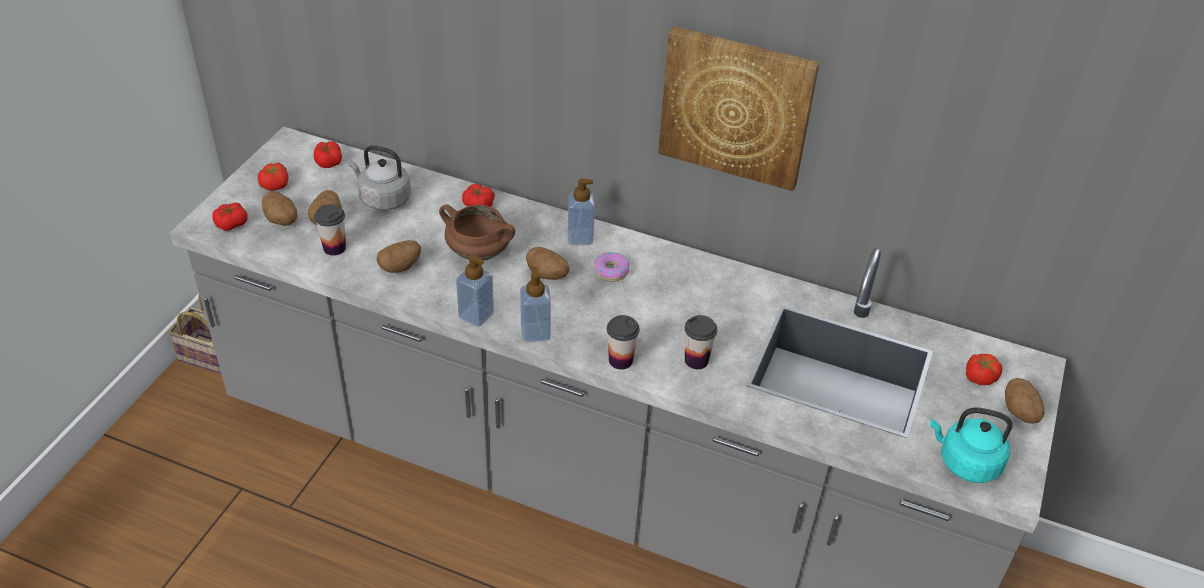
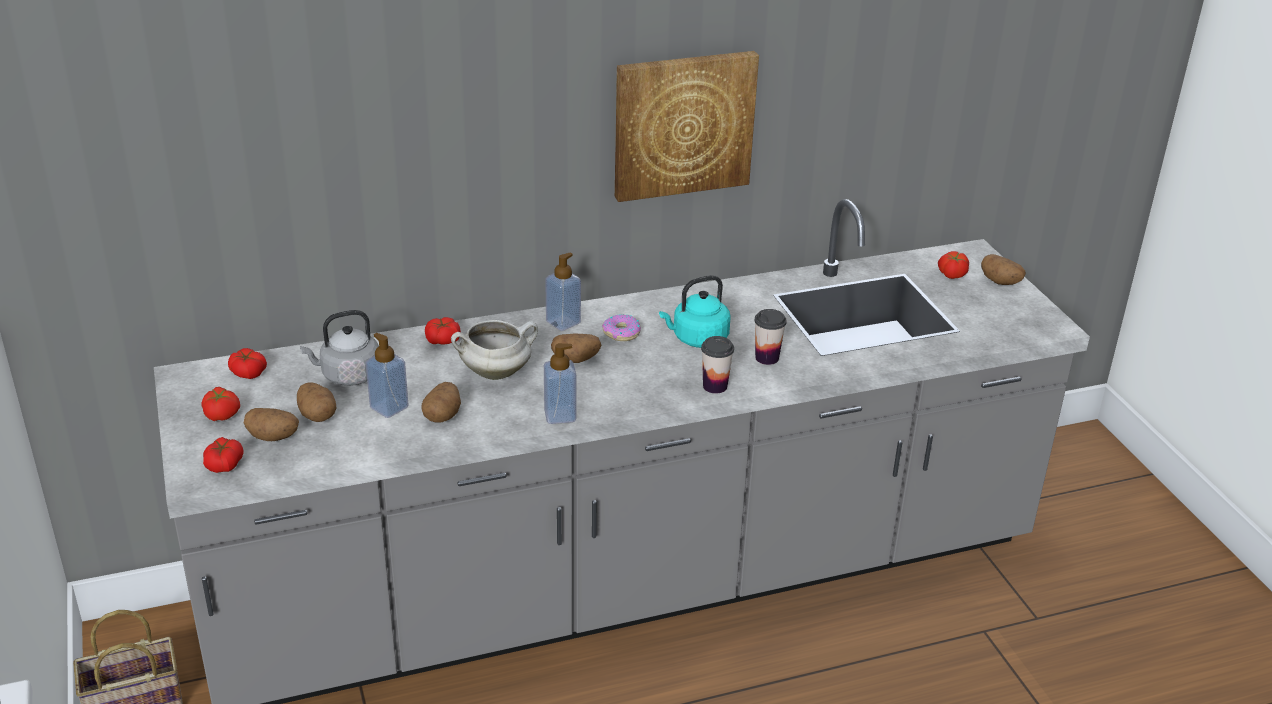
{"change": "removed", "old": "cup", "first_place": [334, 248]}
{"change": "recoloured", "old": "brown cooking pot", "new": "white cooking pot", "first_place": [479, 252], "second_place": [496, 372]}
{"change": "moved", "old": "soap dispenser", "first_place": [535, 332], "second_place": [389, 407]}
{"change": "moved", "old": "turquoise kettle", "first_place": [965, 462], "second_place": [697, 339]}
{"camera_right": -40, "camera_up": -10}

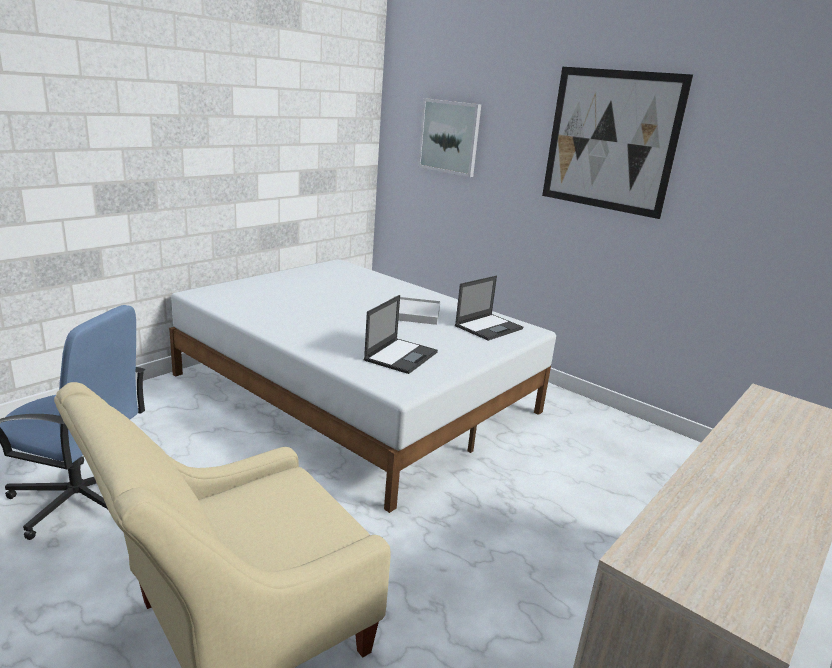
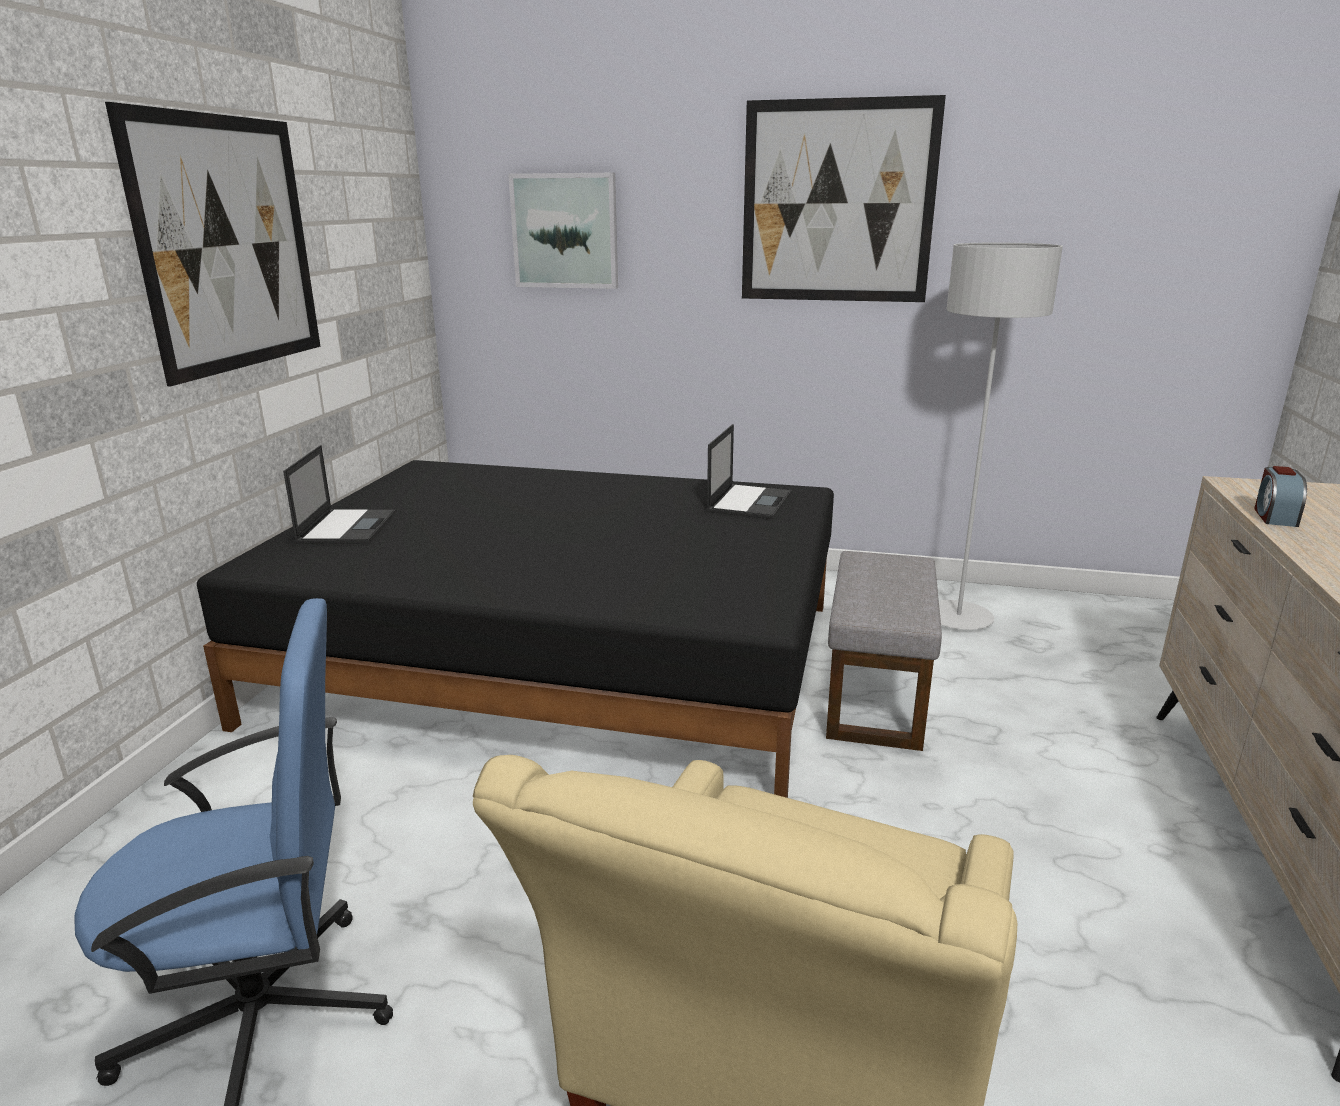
{"change": "recoloured", "old": "white bed", "new": "black bed", "first_place": [356, 393], "second_place": [561, 660]}
{"change": "moved", "old": "laptop", "first_place": [401, 356], "second_place": [348, 527]}
{"change": "removed", "old": "white tray", "first_place": [414, 313]}
{"change": "added", "new": "picture", "second_place": [229, 245]}
{"change": "added", "new": "grey ottoman", "second_place": [874, 696]}
{"change": "added", "new": "grey floor lamp", "second_place": [958, 618]}
{"change": "added", "new": "alarm clock", "second_place": [1274, 517]}
{"camera_right": -25, "camera_up": 0}

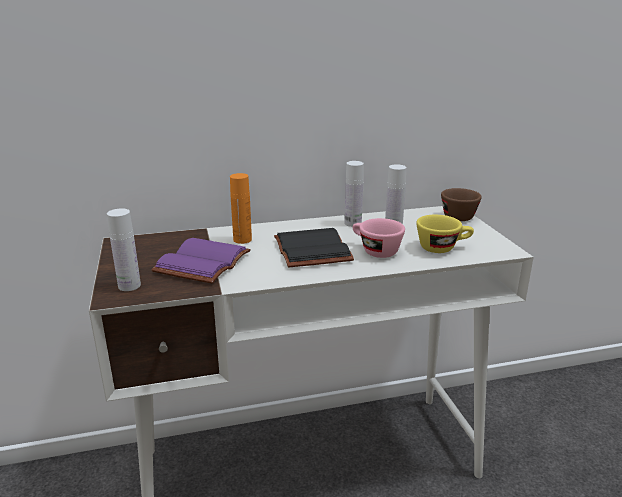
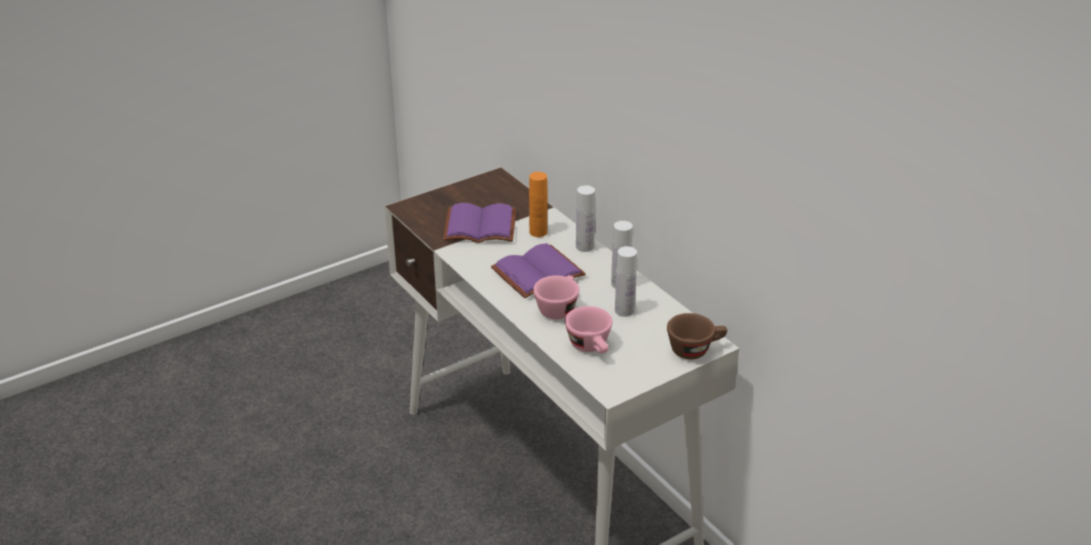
{"change": "moved", "old": "white bottle", "first_place": [129, 286], "second_place": [584, 246]}
{"change": "recoloured", "old": "black book", "new": "purple book", "first_place": [309, 250], "second_place": [538, 272]}
{"change": "recoloured", "old": "yellow cup", "new": "pink cup", "first_place": [443, 248], "second_place": [591, 347]}
{"camera_right": 70, "camera_up": 10}

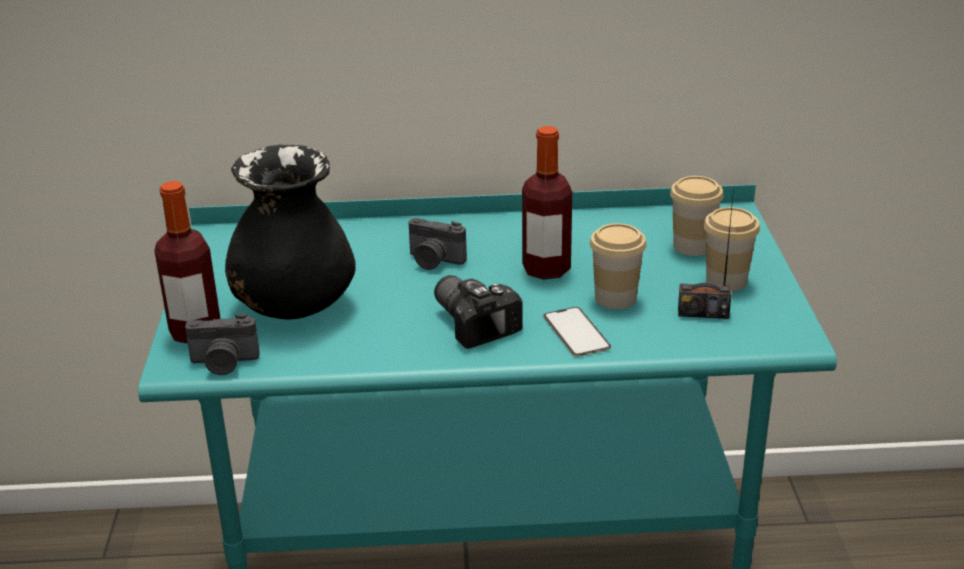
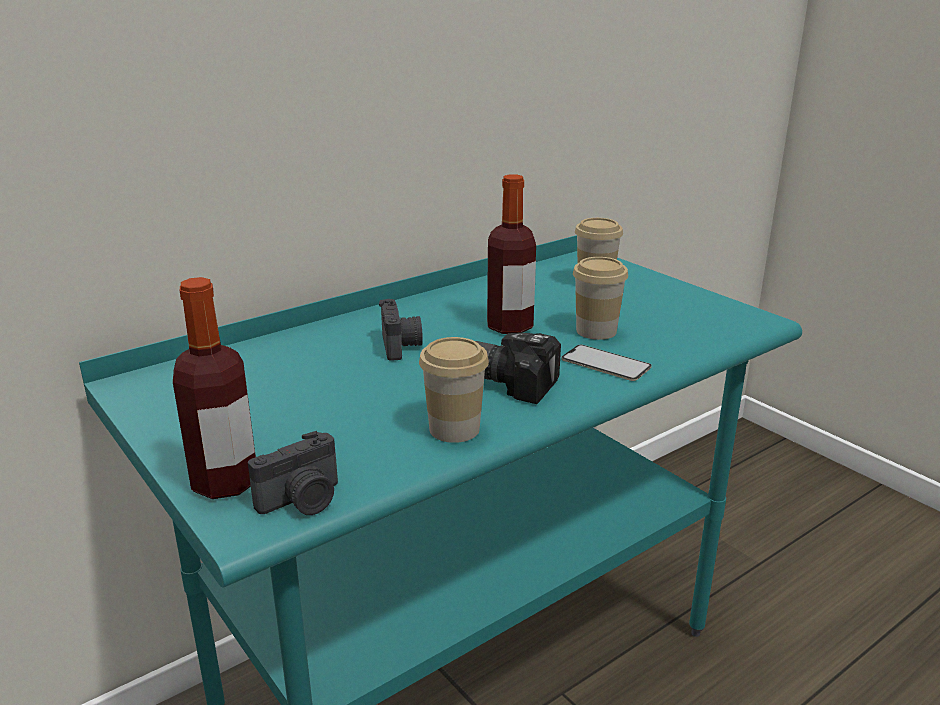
{"change": "removed", "old": "black vase", "first_place": [294, 306]}
{"change": "turned", "old": "photo camera", "first_place": [434, 261], "second_place": [401, 346], "degrees": -90}
{"change": "removed", "old": "radio", "first_place": [703, 312]}
{"change": "moved", "old": "cup", "first_place": [726, 280], "second_place": [454, 429]}
{"camera_right": -35, "camera_up": -5}

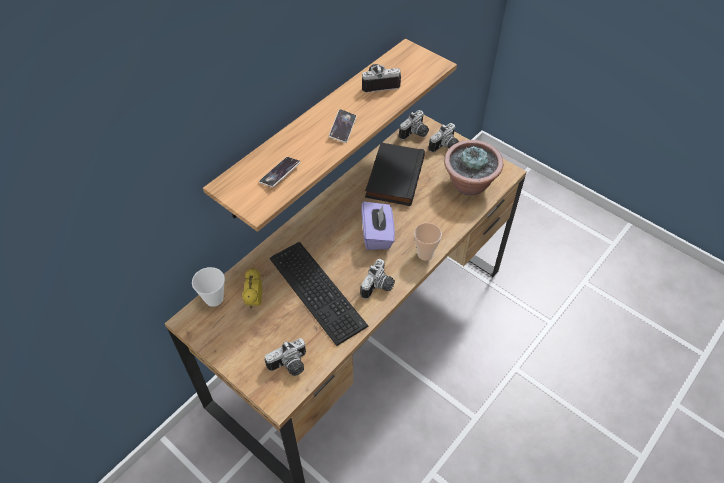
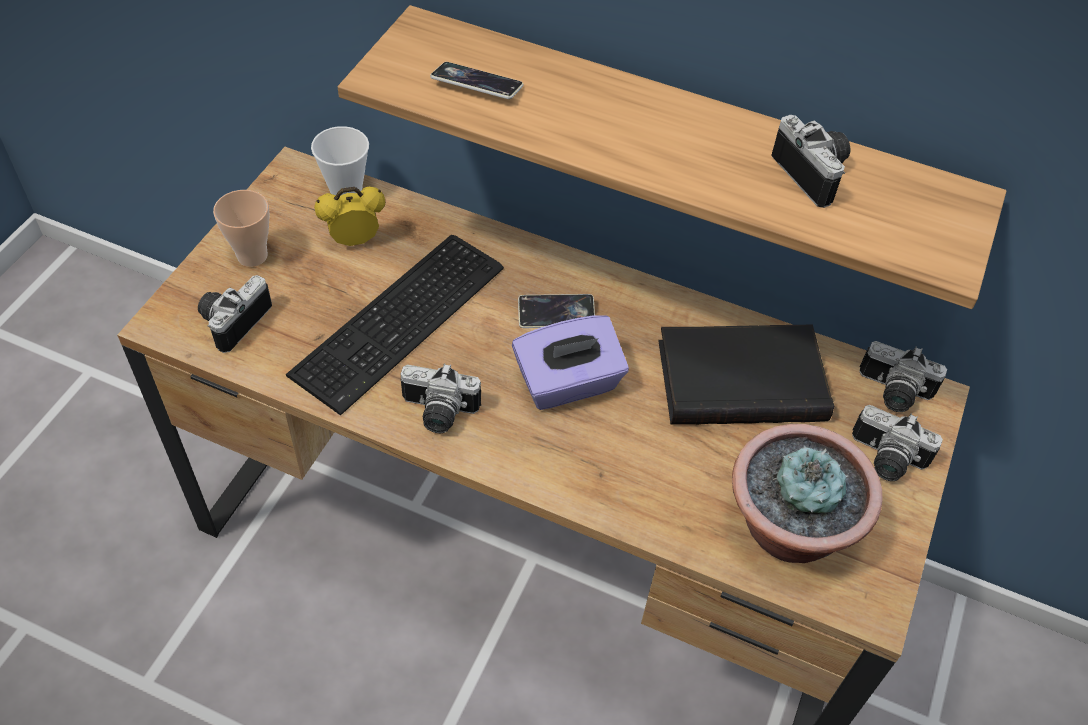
{"change": "turned", "old": "photo camera", "first_place": [290, 366], "second_place": [232, 320], "degrees": 75}
{"change": "moved", "old": "phone", "first_place": [342, 128], "second_place": [556, 314]}
{"change": "moved", "old": "cup", "first_place": [425, 254], "second_place": [252, 256]}
{"camera_right": 70, "camera_up": 0}

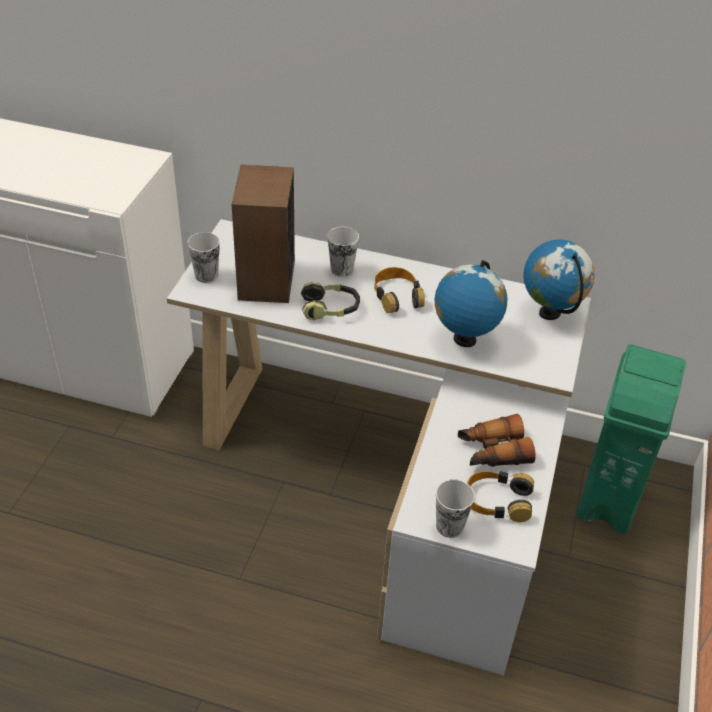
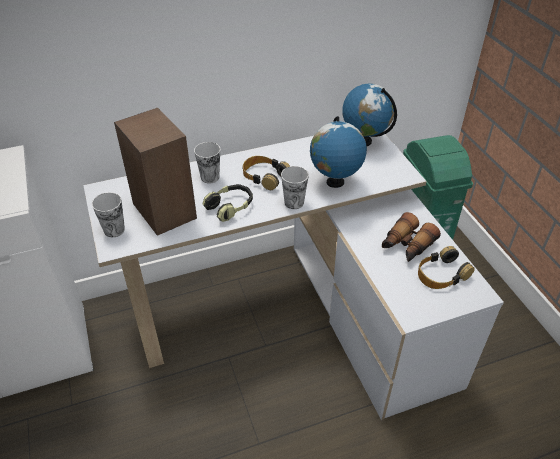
{"change": "moved", "old": "cup", "first_place": [449, 526], "second_place": [294, 202]}
{"camera_right": -35, "camera_up": 0}

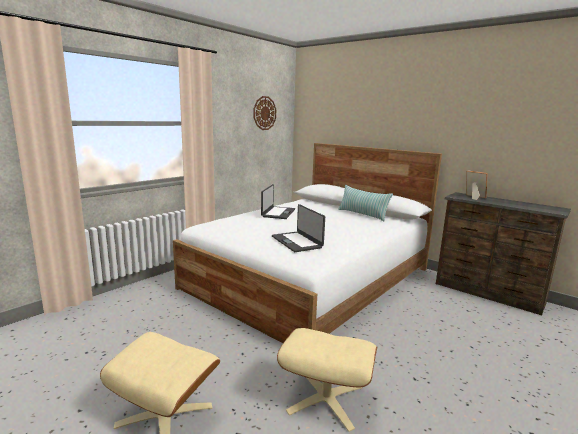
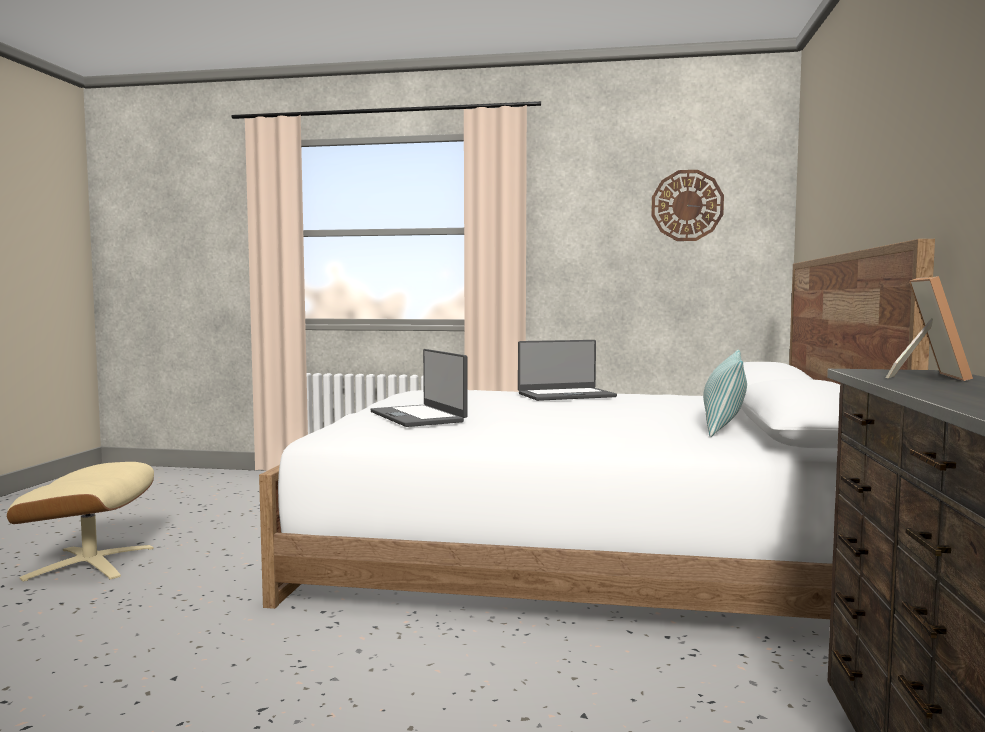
{"change": "turned", "old": "laptop", "first_place": [297, 242], "second_place": [418, 417], "degrees": -60}
{"change": "removed", "old": "beige ottoman", "first_place": [325, 399]}
{"camera_right": 60, "camera_up": -10}

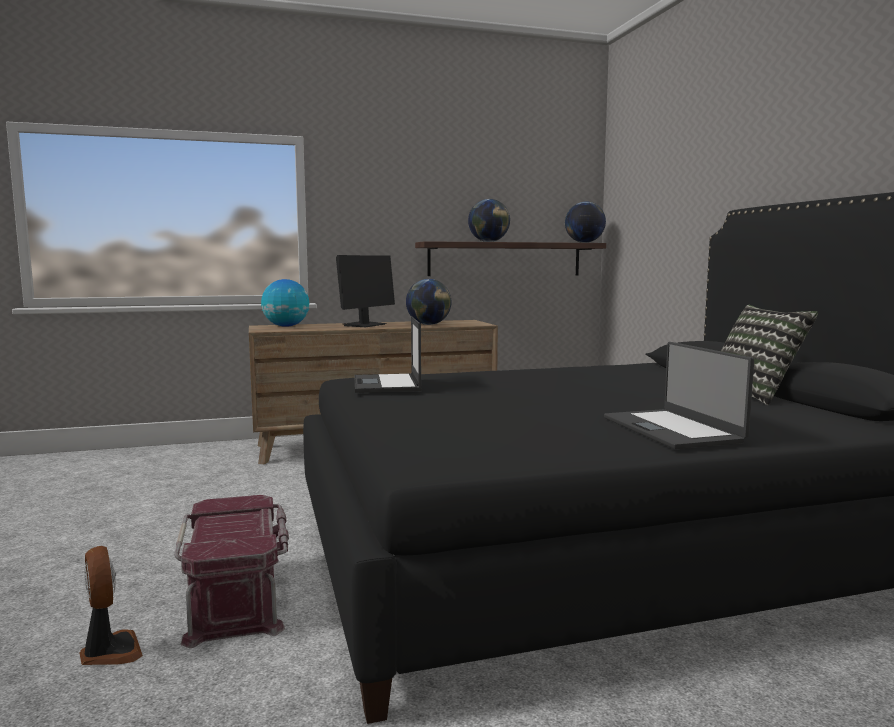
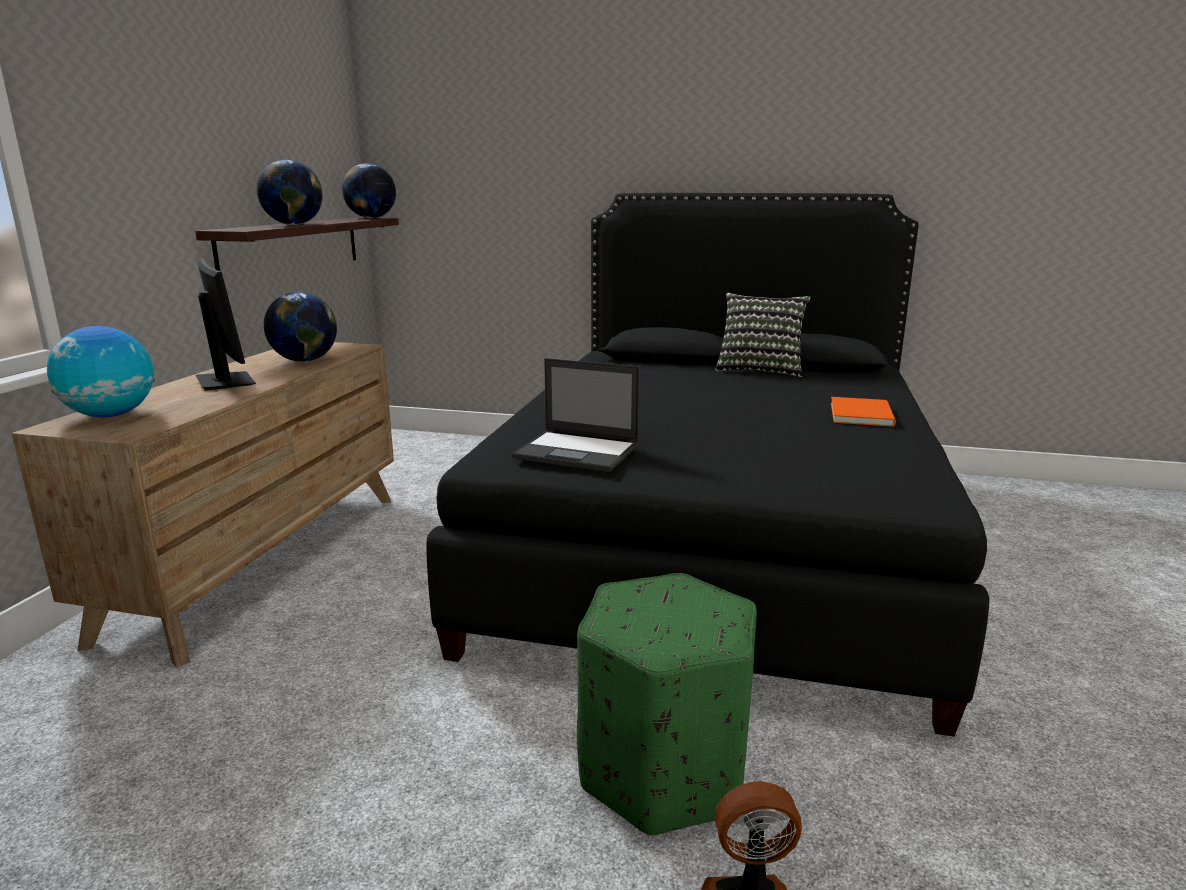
{"change": "replaced", "old": "red storage box", "new": "green ottoman", "first_place": [238, 597], "second_place": [665, 771]}
{"change": "replaced", "old": "laptop", "new": "orange book", "first_place": [672, 429], "second_place": [863, 414]}
{"camera_right": -60, "camera_up": 10}

